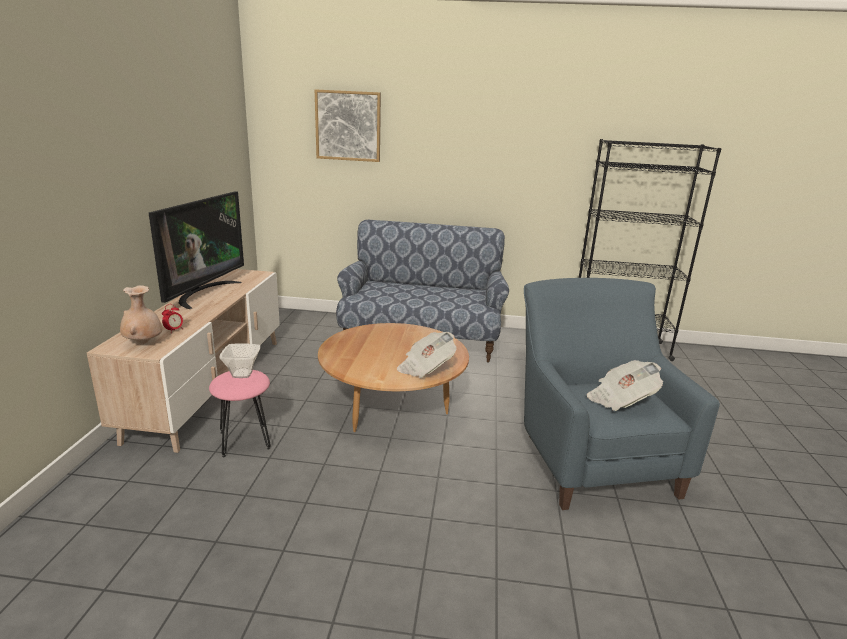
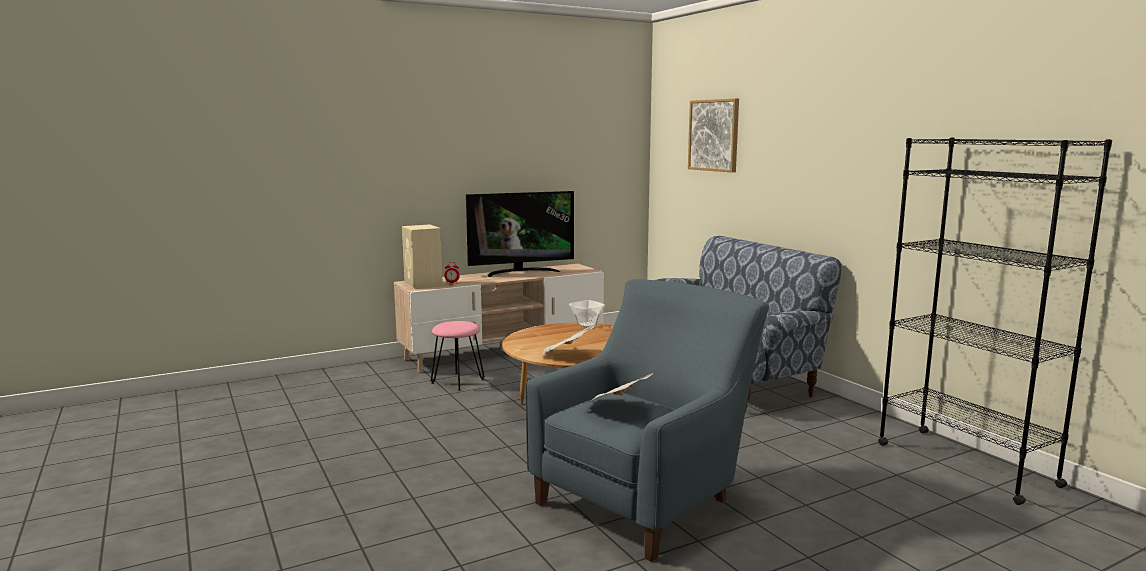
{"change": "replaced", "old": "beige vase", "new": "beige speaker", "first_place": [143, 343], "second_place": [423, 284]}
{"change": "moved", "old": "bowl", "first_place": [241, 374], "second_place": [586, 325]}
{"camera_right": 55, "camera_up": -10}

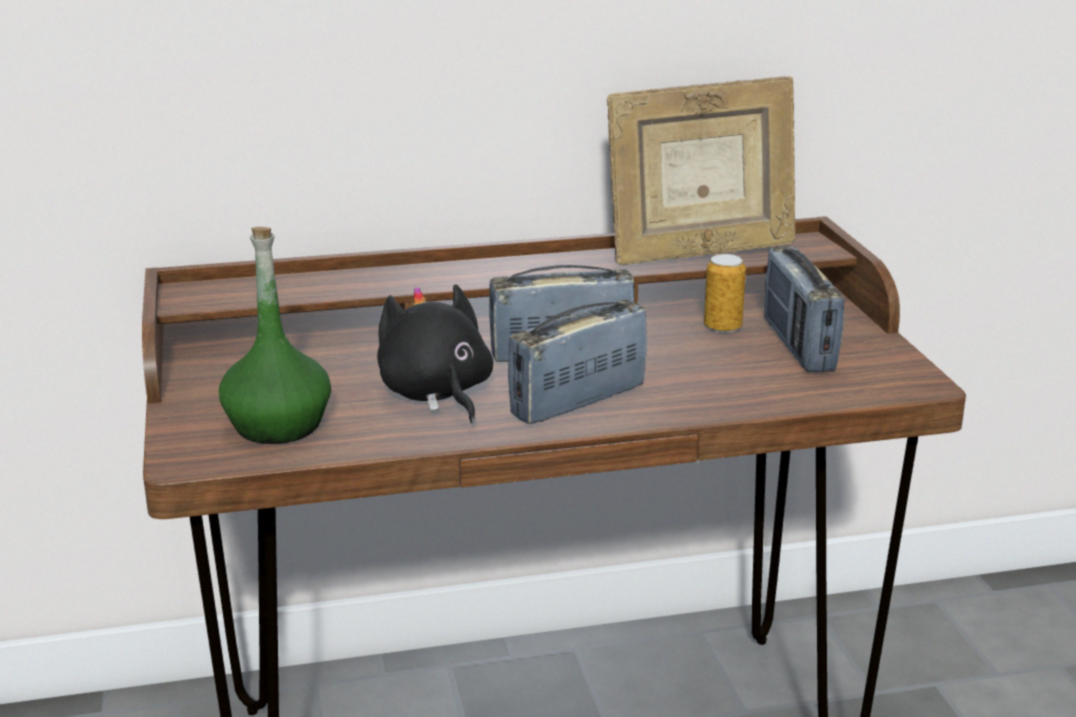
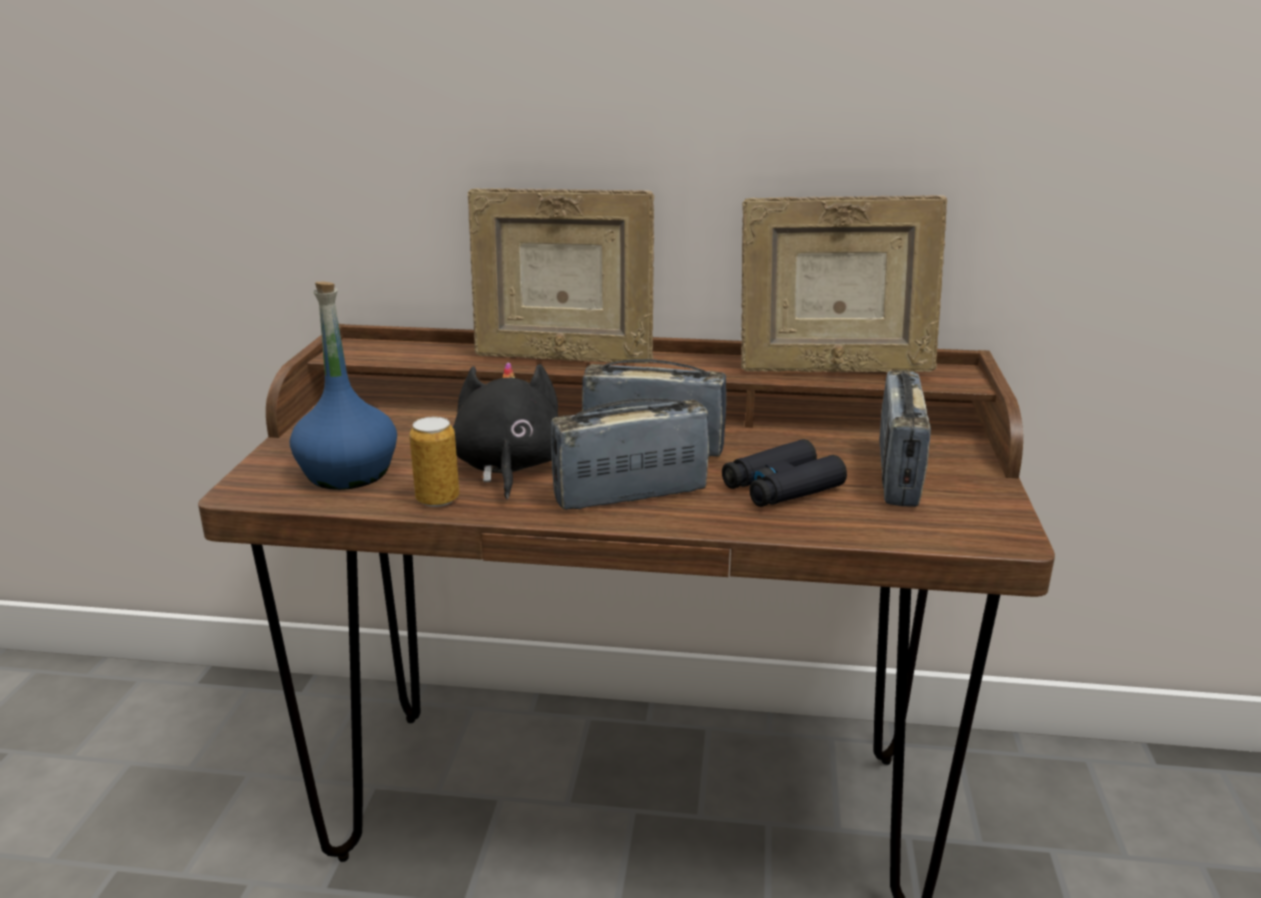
{"change": "recoloured", "old": "green bottle", "new": "blue bottle", "first_place": [278, 425], "second_place": [348, 473]}
{"change": "moved", "old": "can", "first_place": [722, 327], "second_place": [437, 499]}
{"change": "added", "new": "picture frame", "second_place": [562, 358]}
{"change": "added", "new": "black binoculars", "second_place": [781, 487]}
{"camera_right": 20, "camera_up": 0}

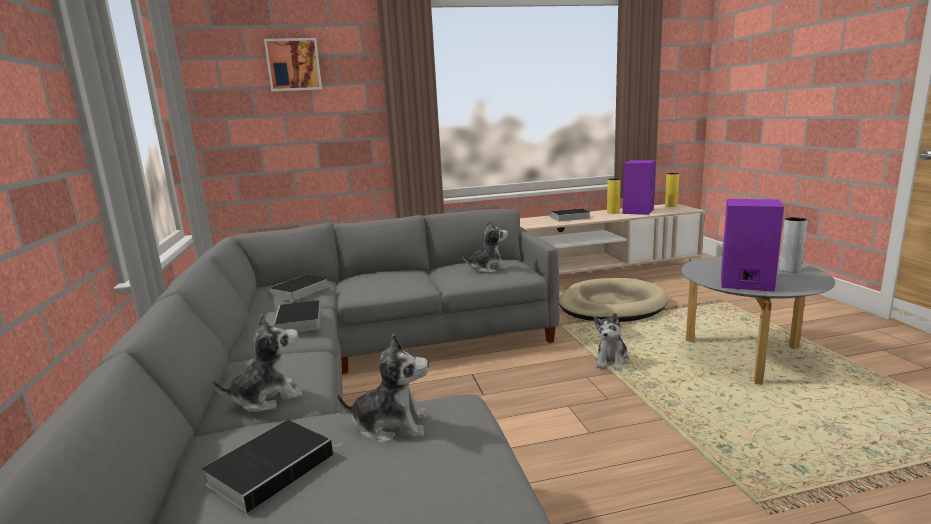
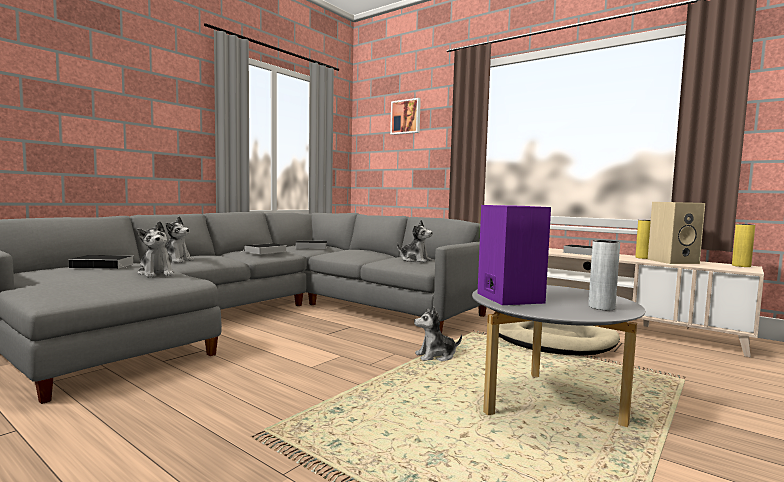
{"change": "recoloured", "old": "purple speaker", "new": "beige speaker", "first_place": [637, 211], "second_place": [673, 261]}
{"camera_right": 50, "camera_up": -10}

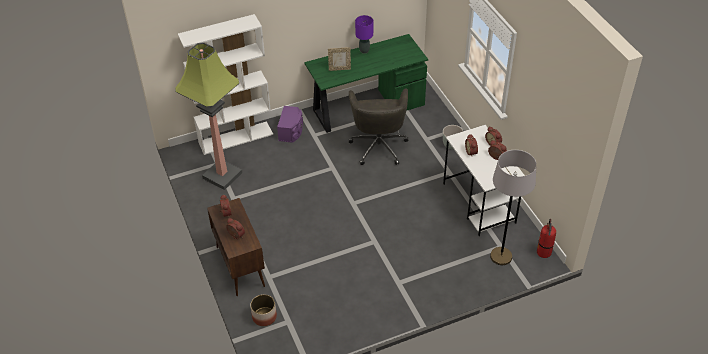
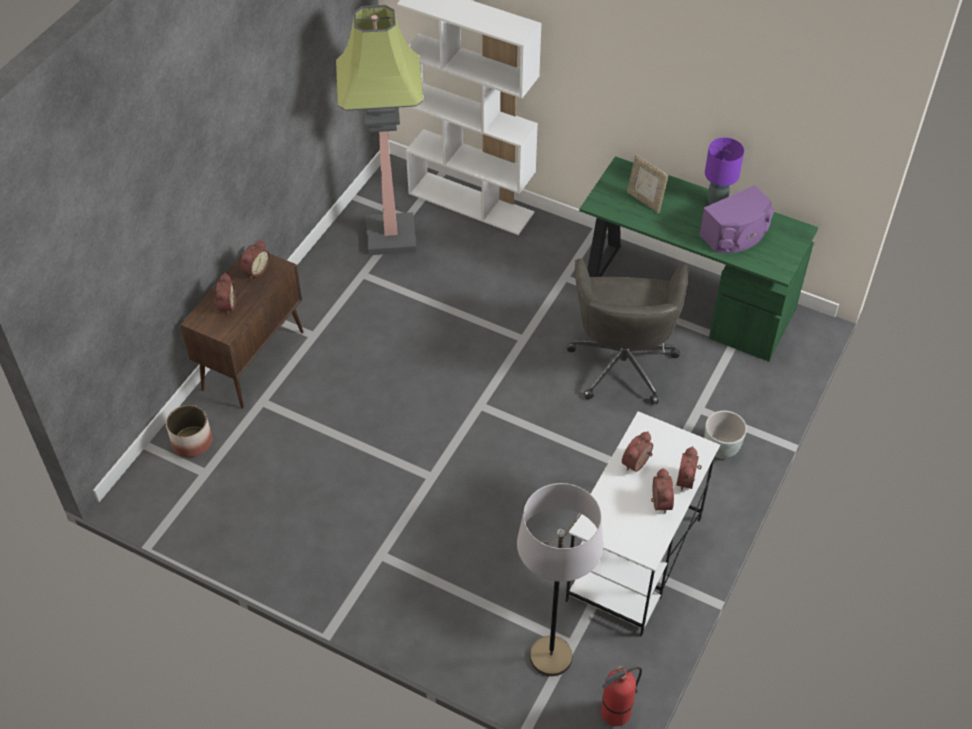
{"change": "moved", "old": "purple speaker", "first_place": [291, 131], "second_place": [736, 235]}
{"change": "turned", "old": "grey office chair", "first_place": [378, 145], "second_place": [623, 361], "degrees": -45}
{"camera_right": 50, "camera_up": 5}

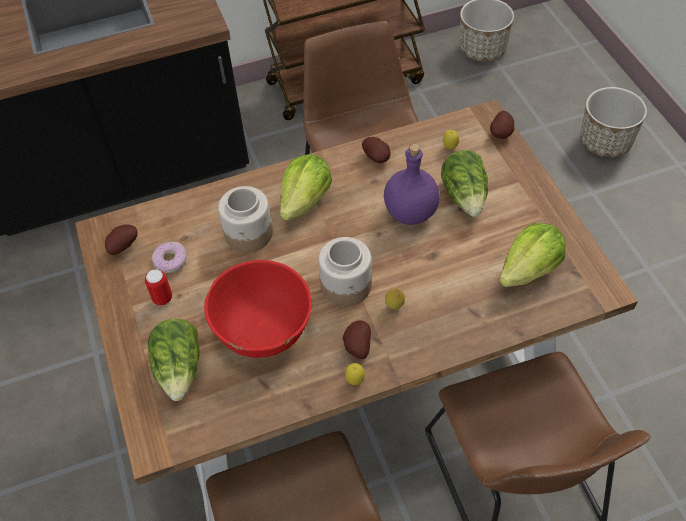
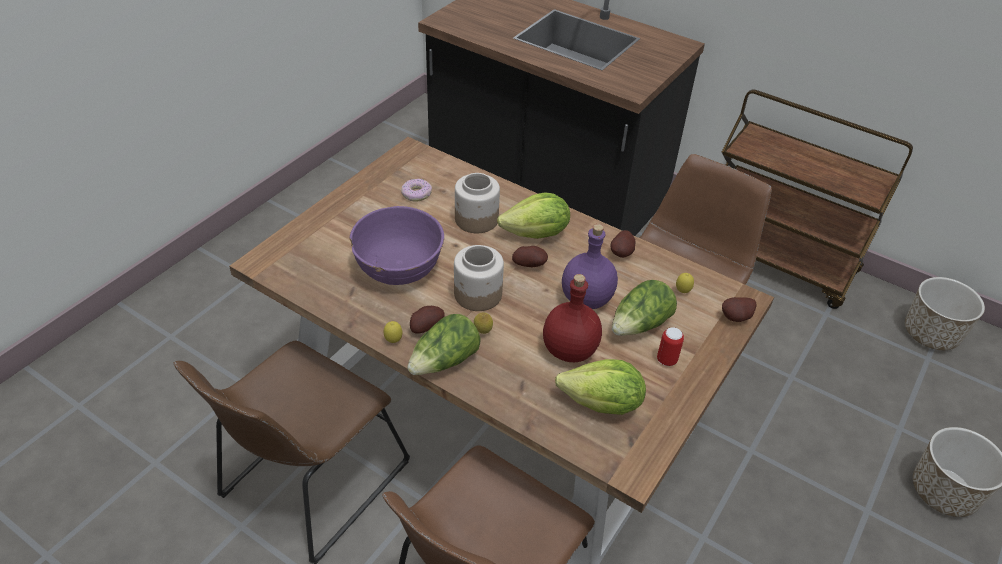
{"change": "moved", "old": "potato", "first_place": [122, 246], "second_place": [530, 264]}
{"change": "moved", "old": "can", "first_place": [162, 298], "second_place": [666, 360]}
{"change": "moved", "old": "lettuce", "first_place": [180, 368], "second_place": [445, 361]}
{"change": "recoloured", "old": "red bowl", "new": "purple bowl", "first_place": [263, 328], "second_place": [399, 268]}
{"change": "added", "new": "red bottle", "second_place": [568, 349]}
{"camera_right": 50, "camera_up": -10}

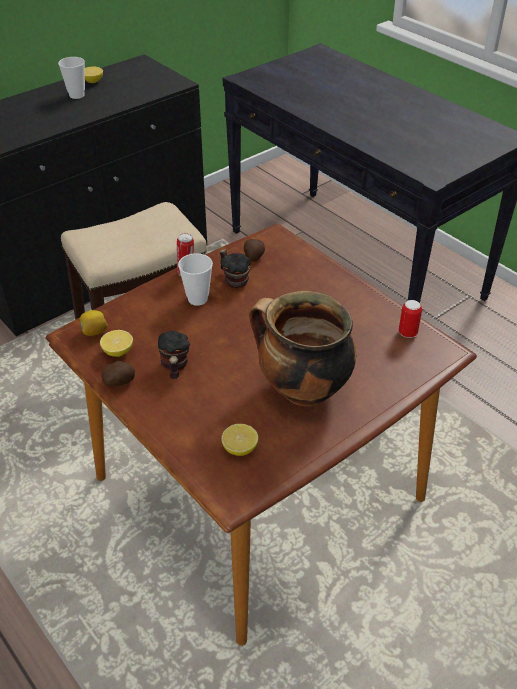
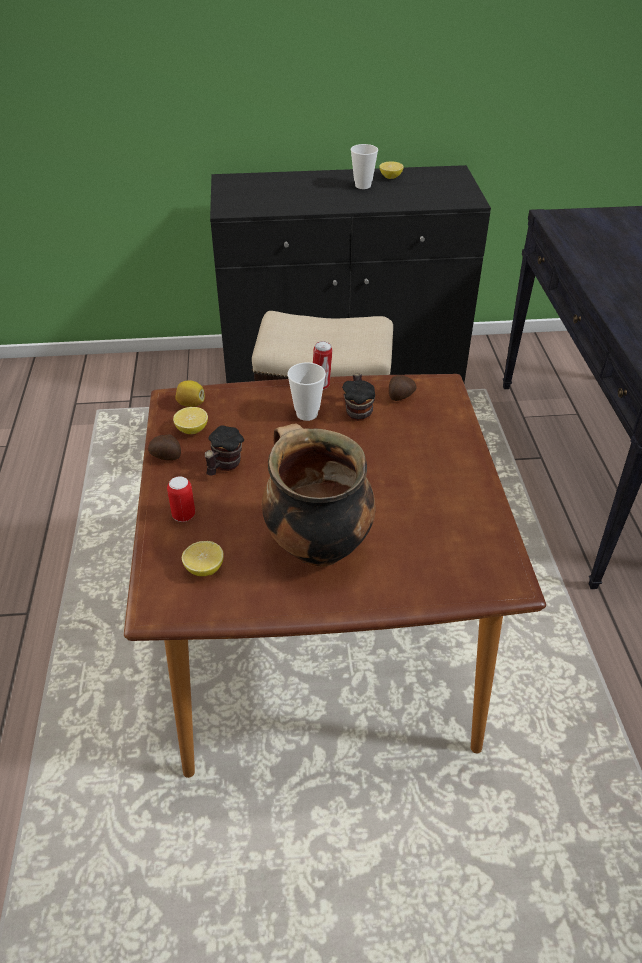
{"change": "moved", "old": "can", "first_place": [407, 333], "second_place": [184, 515]}
{"camera_right": 35, "camera_up": 0}

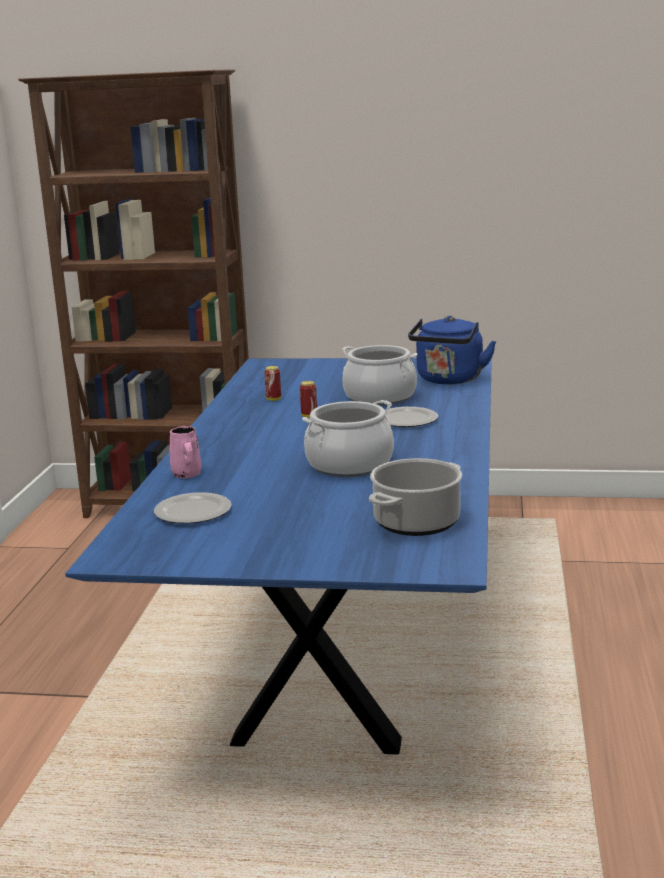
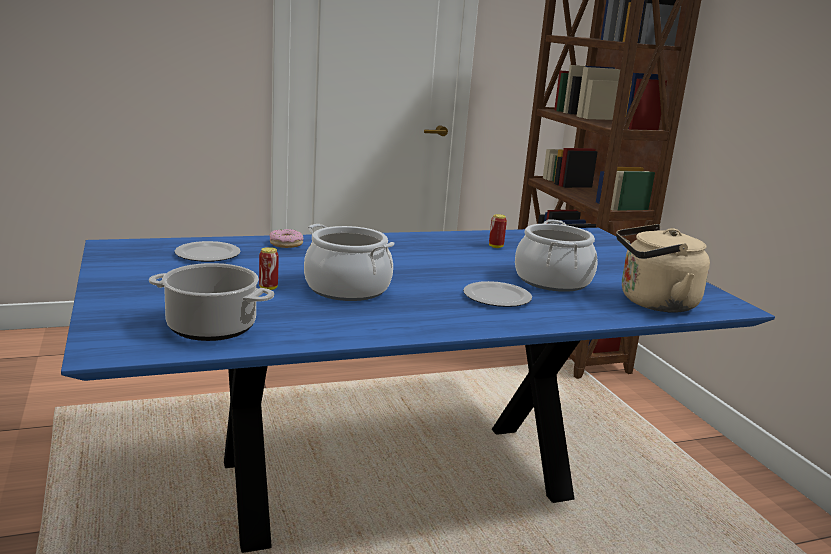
{"change": "replaced", "old": "pink mug", "new": "donut", "first_place": [187, 475], "second_place": [286, 244]}
{"change": "moved", "old": "can", "first_place": [309, 416], "second_place": [268, 288]}
{"change": "recoloured", "old": "blue kettle", "new": "beige kettle", "first_place": [449, 380], "second_place": [653, 303]}
{"camera_right": 60, "camera_up": 0}

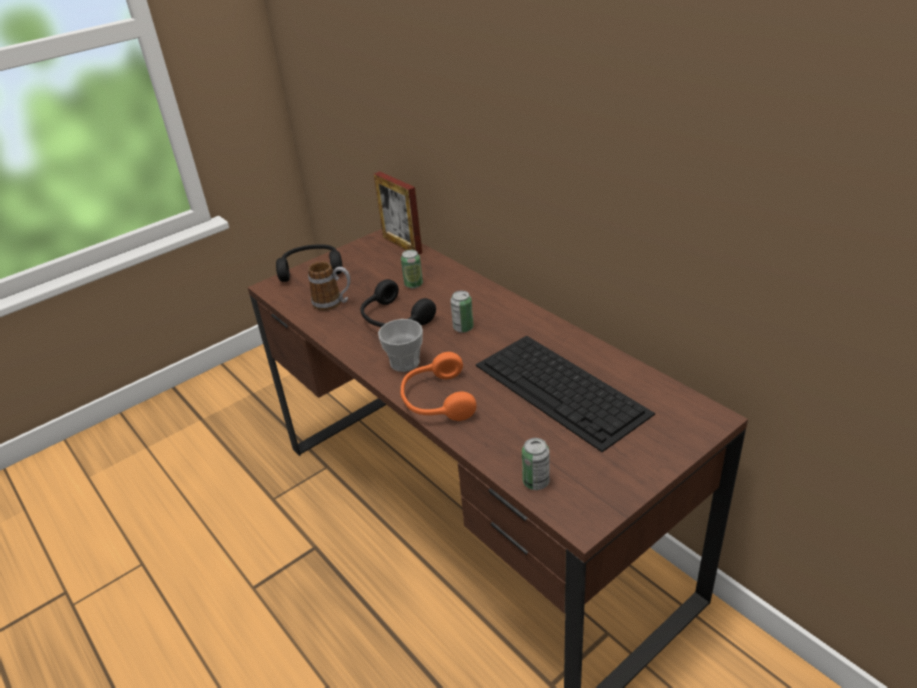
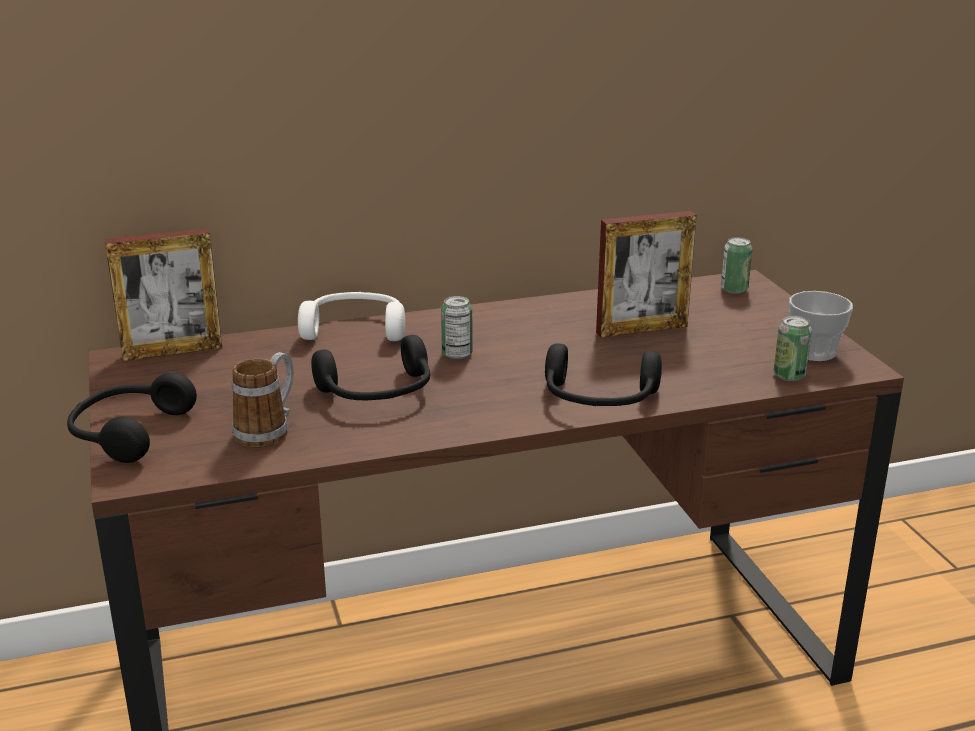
{"change": "moved", "old": "cup", "first_place": [404, 362], "second_place": [814, 352]}
{"change": "recoloured", "old": "orange headphones", "new": "black headphones", "first_place": [436, 400], "second_place": [599, 399]}
{"change": "moved", "old": "can", "first_place": [413, 284], "second_place": [734, 289]}
{"change": "replaced", "old": "keyboard", "new": "picture frame", "first_place": [562, 389], "second_place": [642, 329]}
{"change": "added", "new": "white headphones", "second_place": [355, 329]}
{"camera_right": -70, "camera_up": -10}

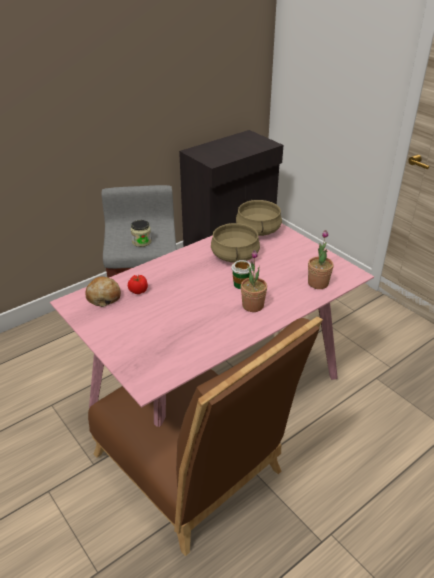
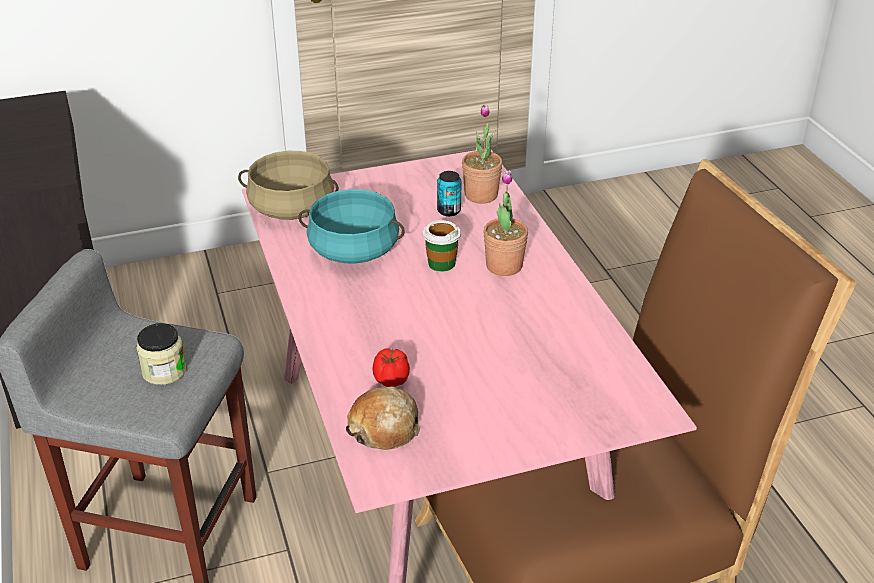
{"change": "recoloured", "old": "beige cooking pot", "new": "turquoise cooking pot", "first_place": [234, 256], "second_place": [353, 251]}
{"change": "added", "new": "can", "second_place": [449, 211]}
{"camera_right": -70, "camera_up": 0}

